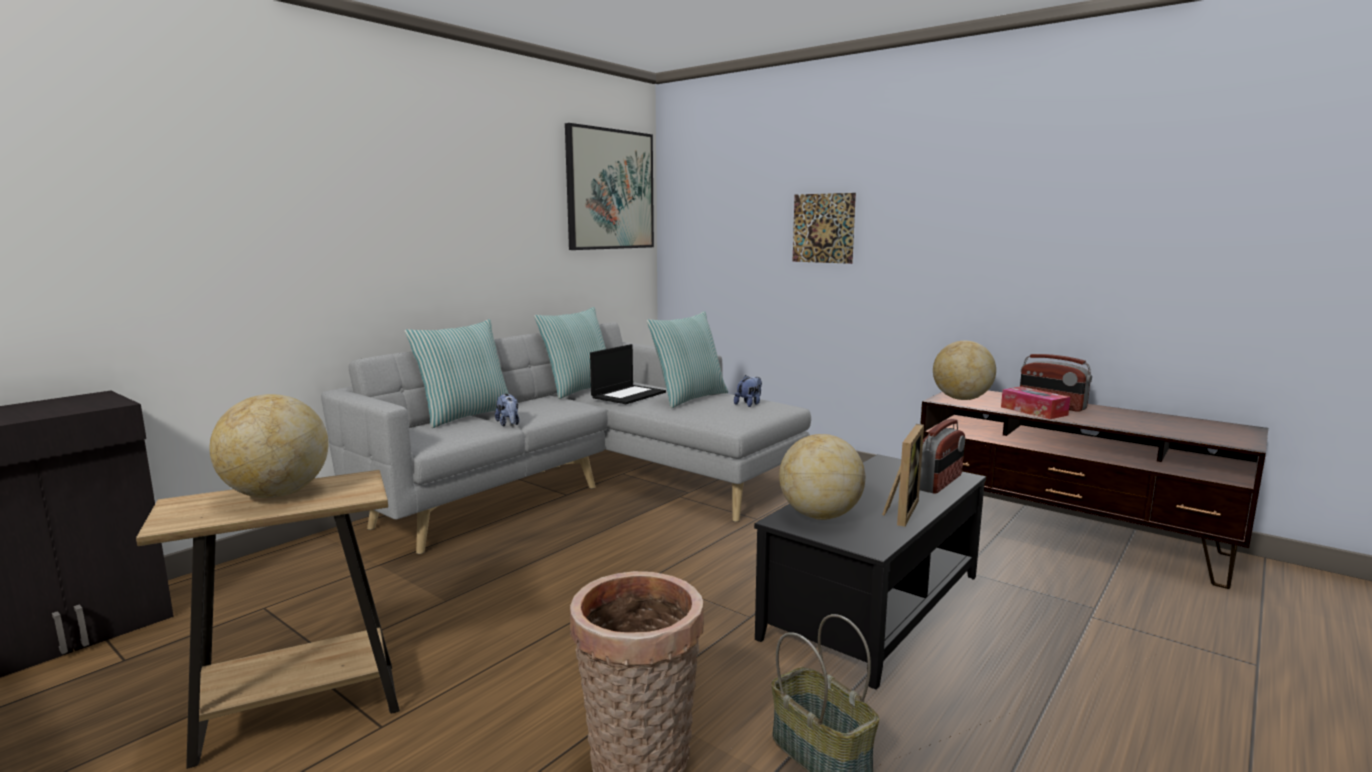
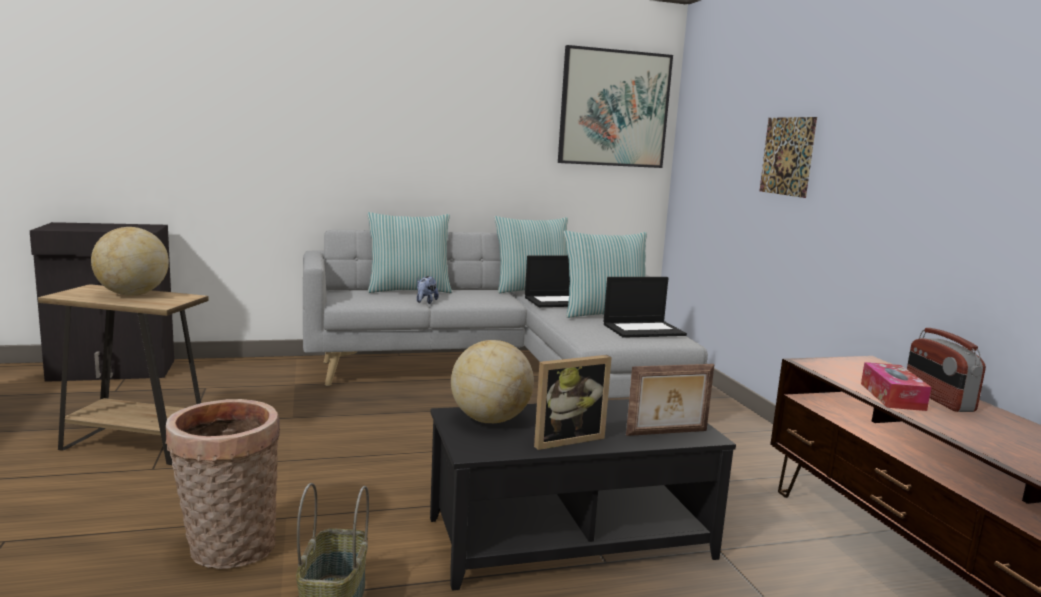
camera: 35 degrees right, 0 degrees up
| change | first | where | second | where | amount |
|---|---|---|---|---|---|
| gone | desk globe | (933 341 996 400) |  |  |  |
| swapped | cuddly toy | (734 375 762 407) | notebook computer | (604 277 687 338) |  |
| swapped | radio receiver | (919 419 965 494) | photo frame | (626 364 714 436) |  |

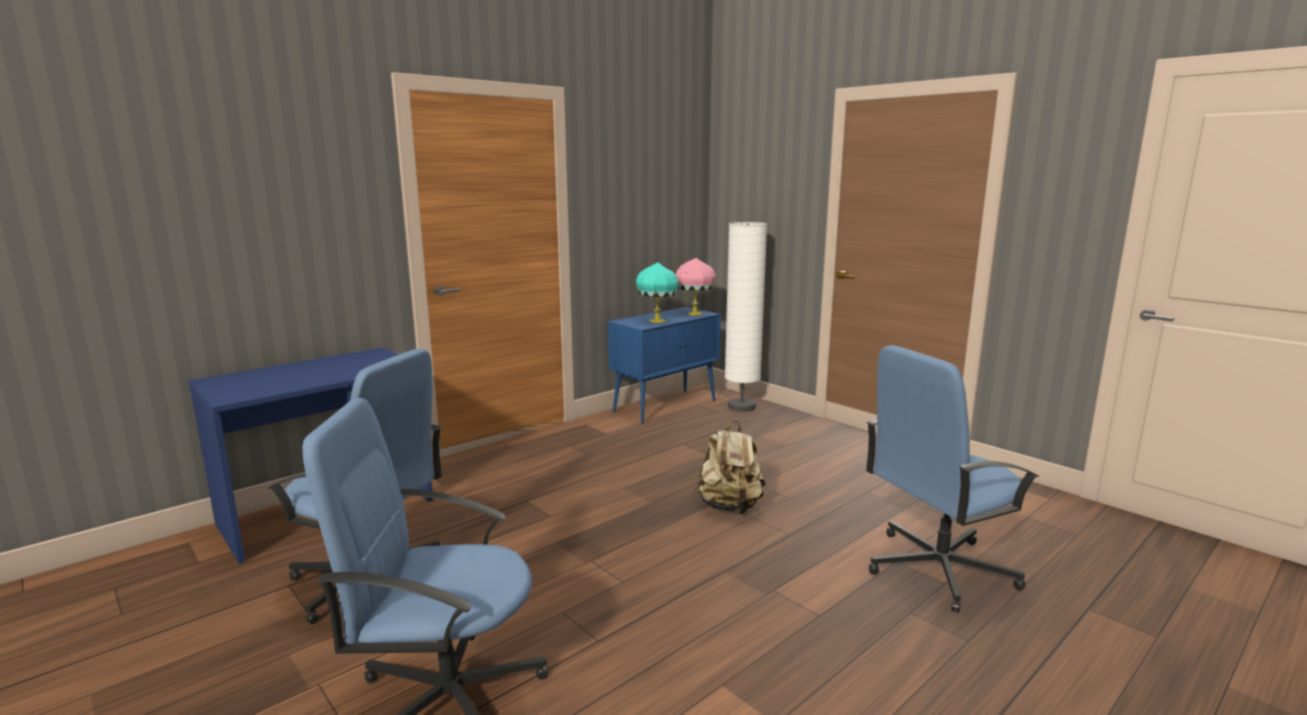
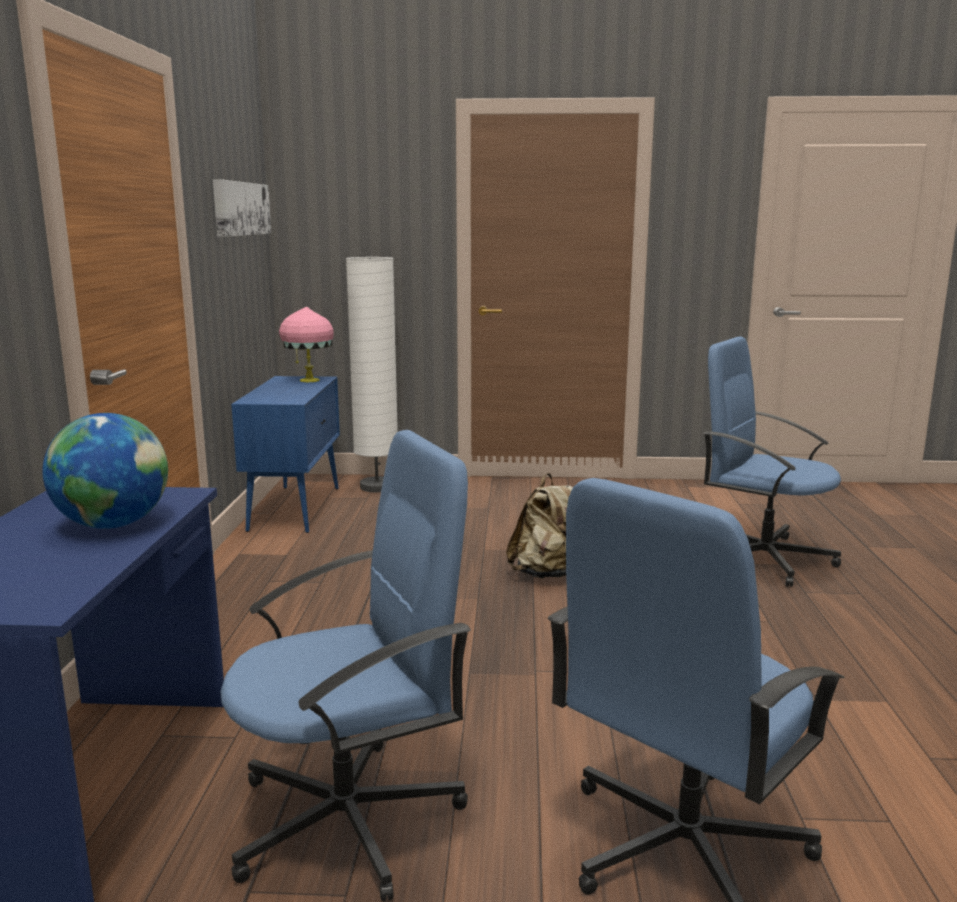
camera: 45 degrees left, 0 degrees up
| change | first | where | second | where | amount |
|---|---|---|---|---|---|
| gone | tabletop lamp in turquoise-coloured | (636 262 678 323) |  |  |  |
| rotated | office chair in blue | (866 345 1039 612) |  | (703 336 841 587) | 105 degrees clockwise |
| new |  |  | picture | (213 179 271 237) |  |
| new |  |  | desk globe | (43 413 168 529) |  |

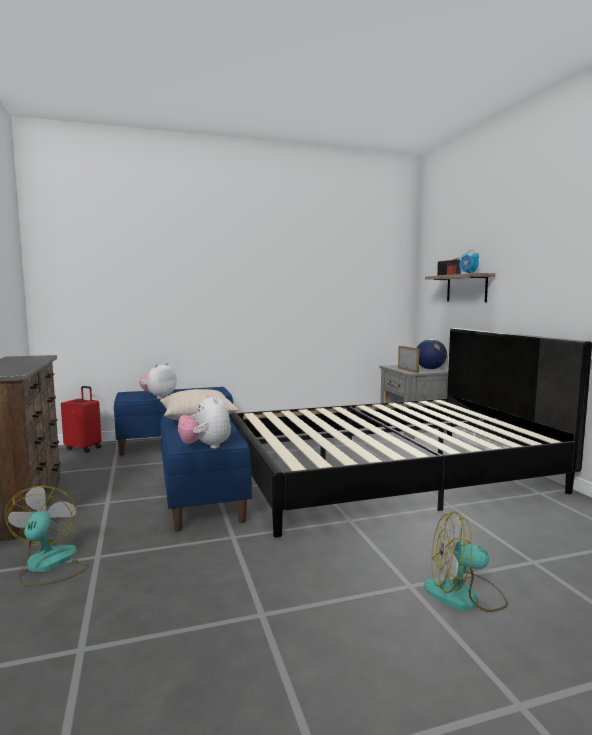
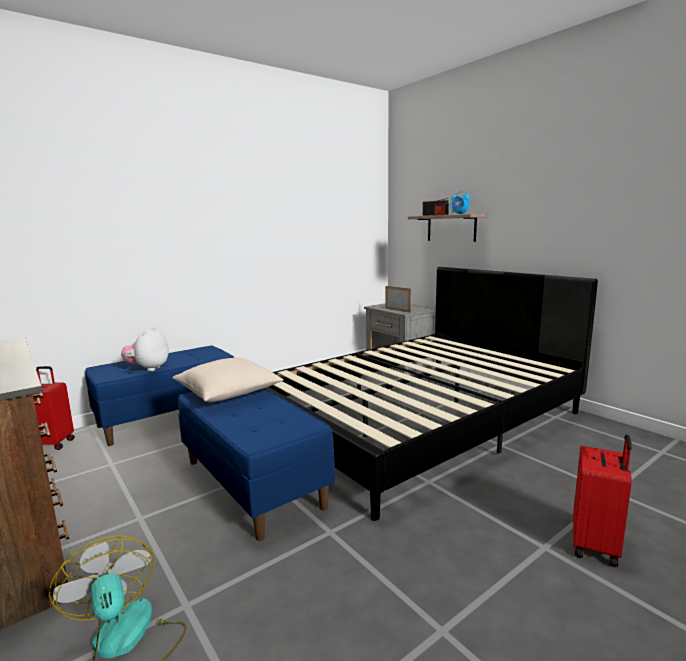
camera: 20 degrees left, 5 degrees up
| change | first | where | second | where | amount |
|---|---|---|---|---|---|
| gone | desk globe | (417 339 447 370) |  |  |  |
| gone | cuddly toy | (178 394 231 449) |  |  |  |
| swapped | electric fan | (424 511 508 612) | suitcase in red-coloured | (573 435 632 567) |  |

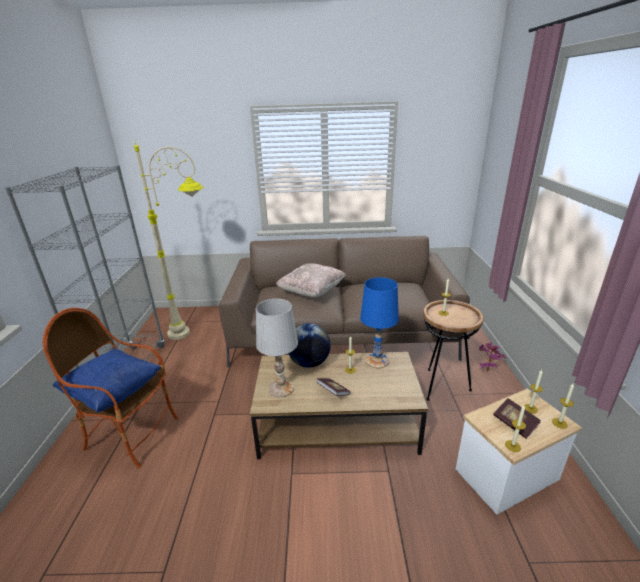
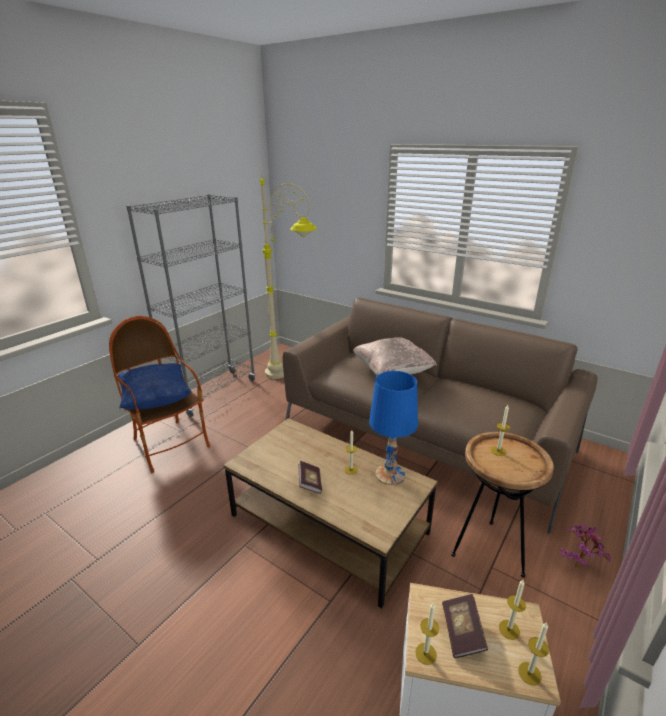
camera: 35 degrees right, 0 degrees up
| change | first | where | second | where | amount |
|---|---|---|---|---|---|
| gone | tabletop lamp in white-coloured | (256 299 298 397) |  |  |  |
| gone | desk globe | (288 323 331 368) |  |  |  |

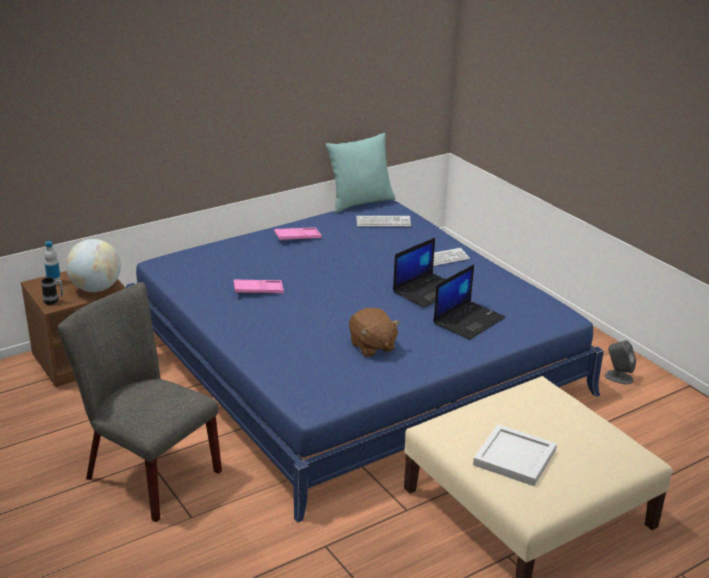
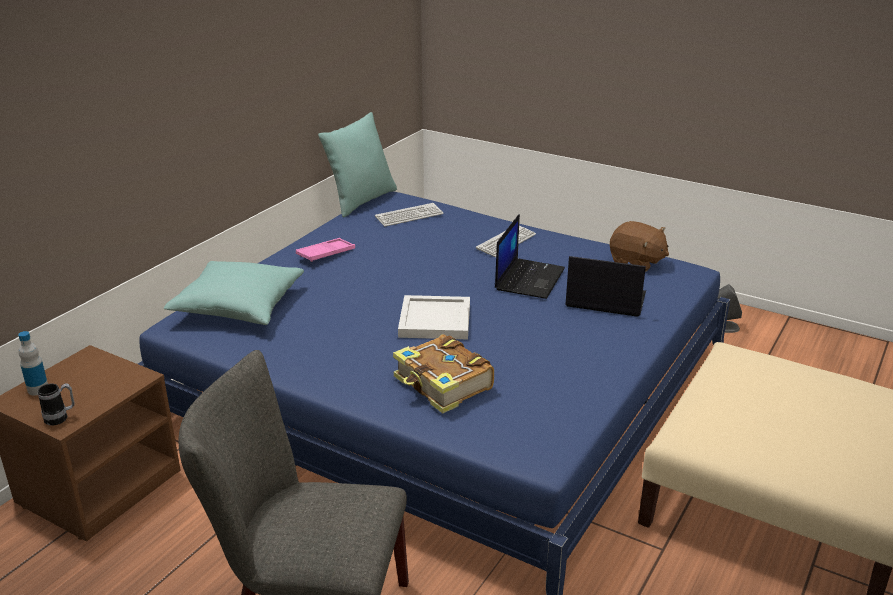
camera: 25 degrees left, 0 degrees up
| change | first | where | second | where | amount |
|---|---|---|---|---|---|
| gone | desk globe | (66 239 121 292) |  |  |  |
| rotated | notebook computer | (433 264 505 340) |  | (565 256 646 317) | 90 degrees counterclockwise |
| gone | carrying tray in pink-coloured | (234 279 284 293) |  |  |  |
| shifted | cuddly toy in brownish | (349 308 400 357) |  | (610 221 669 272) |  |
| shifted | carrying tray in white-coloured | (473 424 557 486) |  | (398 295 470 340) |  |
| new |  |  | throw pillow in turquoise-coloured | (164 261 304 325) |  |
| new |  |  | volume | (393 334 494 414) |  |

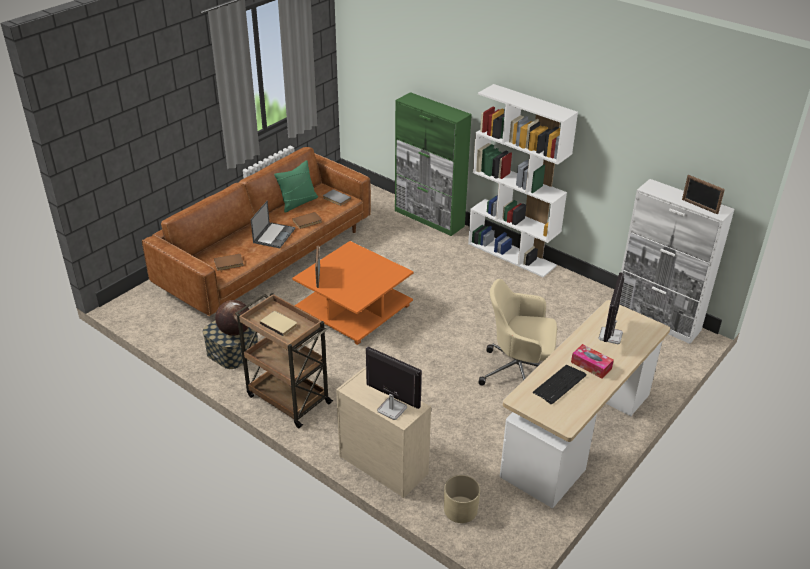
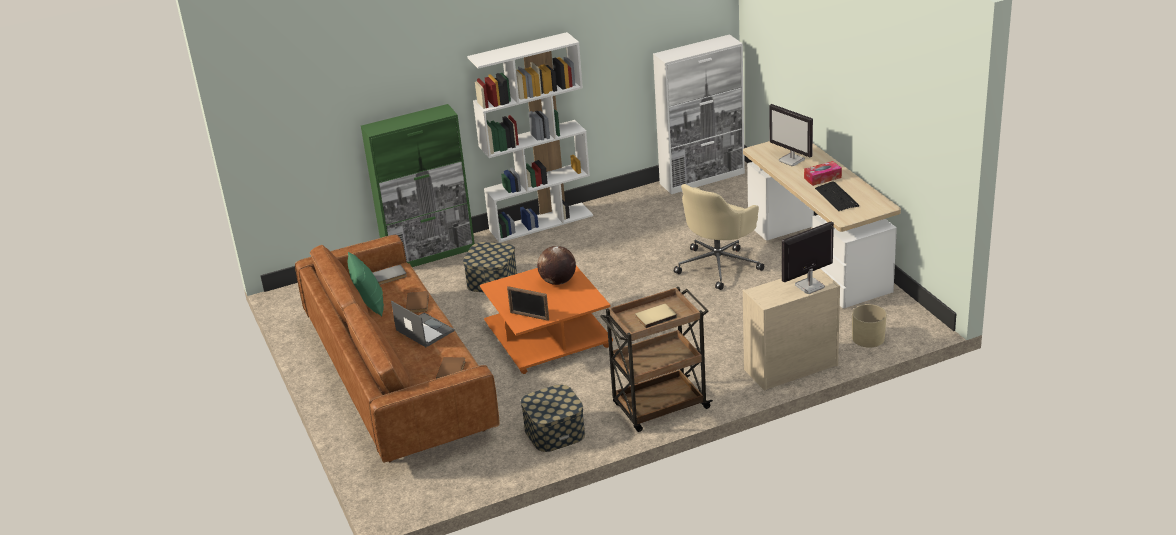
camera: 60 degrees left, 5 degrees down
| change | first | where | second | where | amount |
|---|---|---|---|---|---|
| gone | photo frame | (682 175 725 215) |  |  |  |
| shifted | desk globe | (215 300 249 336) |  | (537 246 576 285) |  |
| new |  |  | storage container | (463 242 517 292) |  |

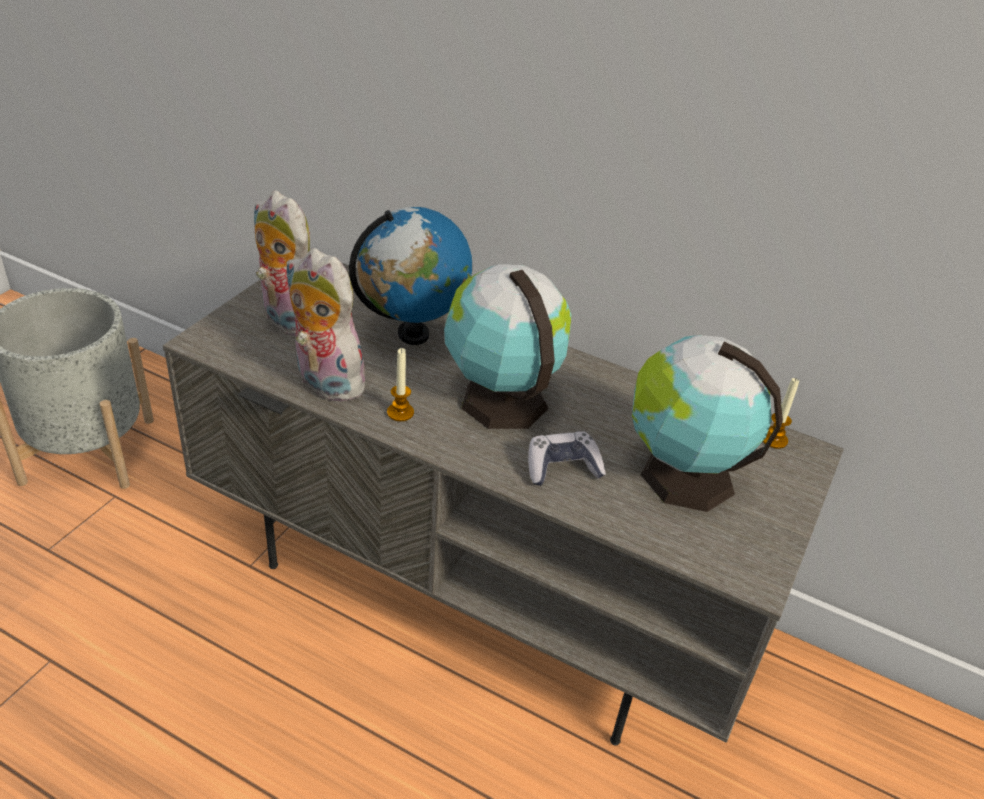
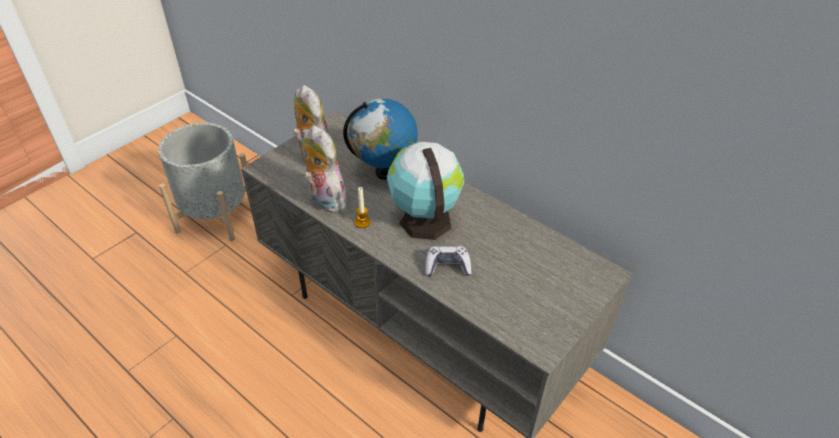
camera: 15 degrees right, 5 degrees up
| change | first | where | second | where | amount |
|---|---|---|---|---|---|
| gone | desk globe | (632 335 783 512) |  |  |  |
| gone | candle | (763 378 799 449) |  |  |  |

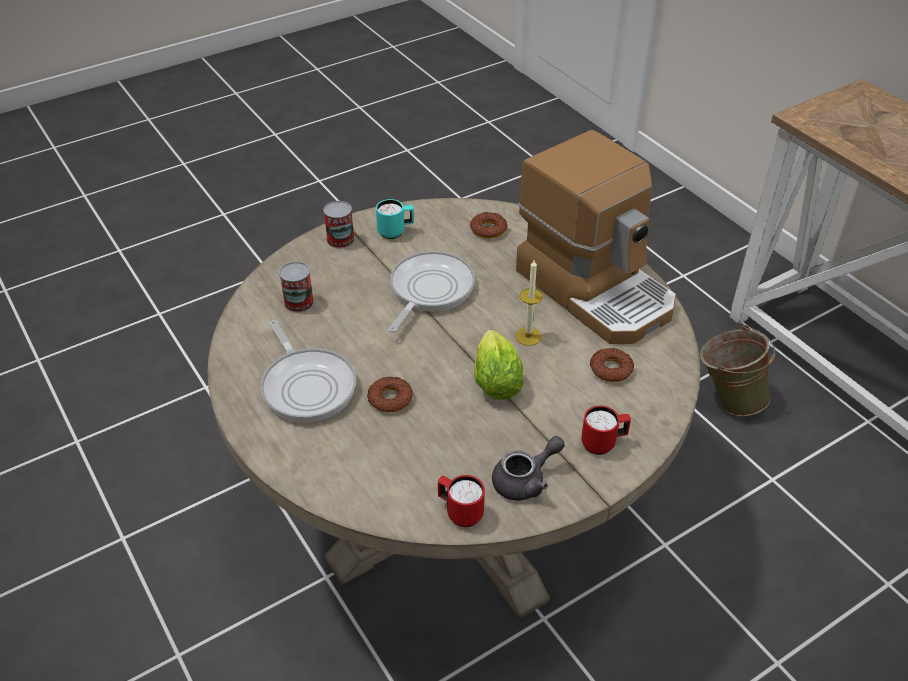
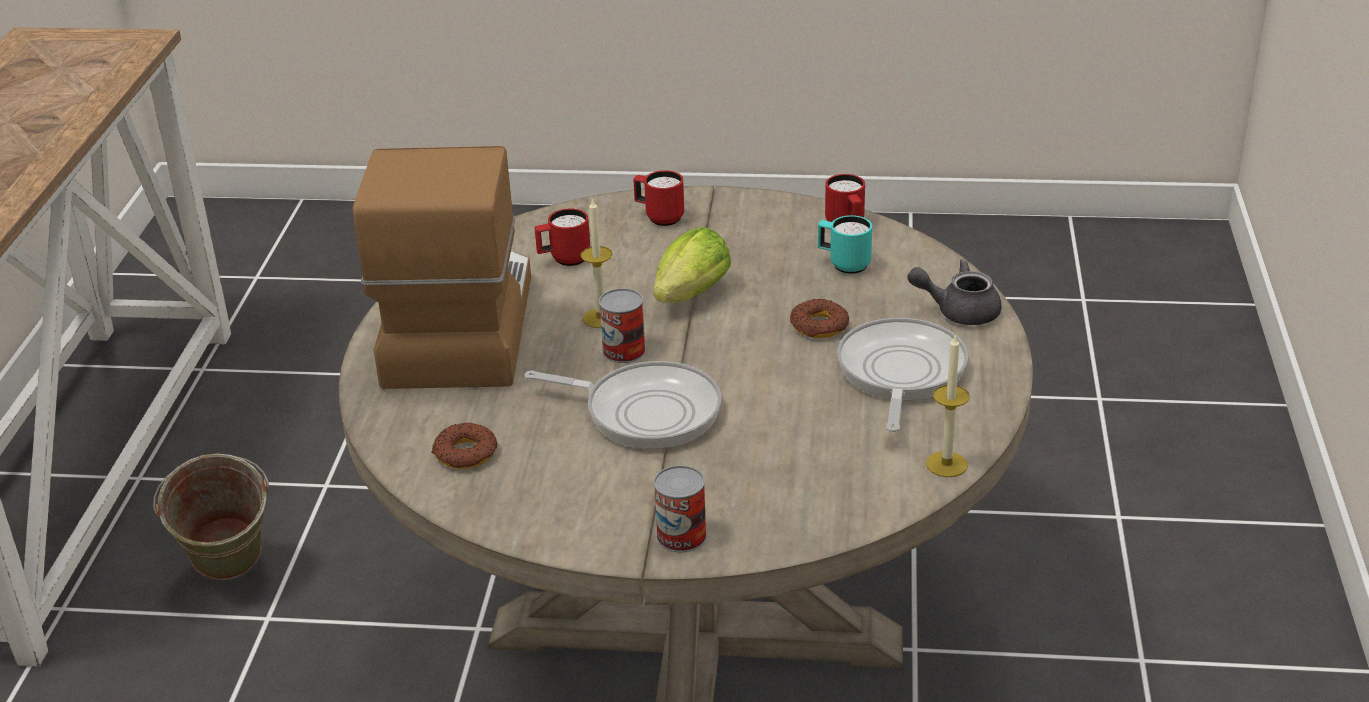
camera: 140 degrees left, 10 degrees down
| change | first | where | second | where | amount |
|---|---|---|---|---|---|
| shifted | tea mug in turquoise-coloured | (376 199 414 239) |  | (818 215 872 274) |  |
| rotated | pan | (388 251 475 332) |  | (525 361 721 449) | 135 degrees counterclockwise |
| shifted | sealed can | (279 262 314 313) |  | (599 288 646 363) |  |
| swapped | ring doughnut | (590 348 634 382) | tea mug in red-coloured | (535 208 590 266) |  |
| shifted | tea pot in gray | (492 436 565 501) |  | (907 259 1002 325) |  |
| new |  |  | candle | (926 334 970 477) |  |

